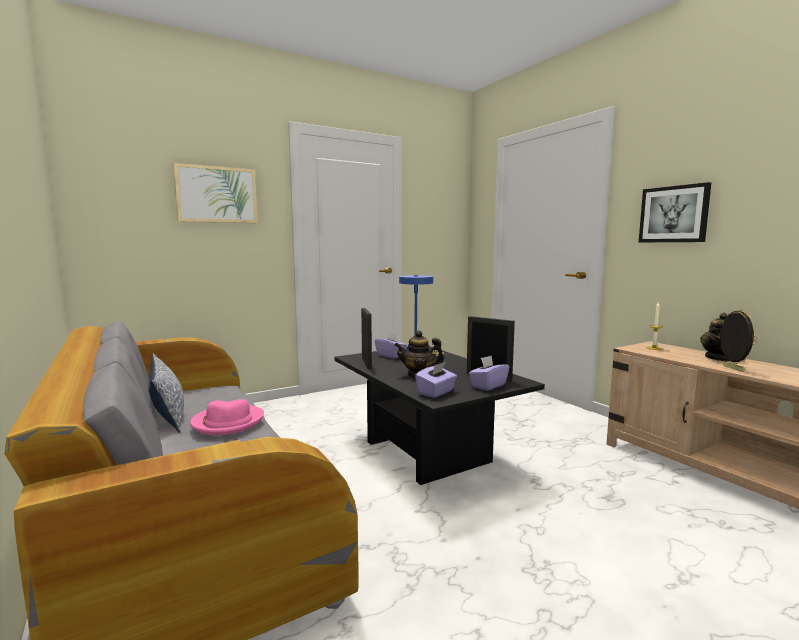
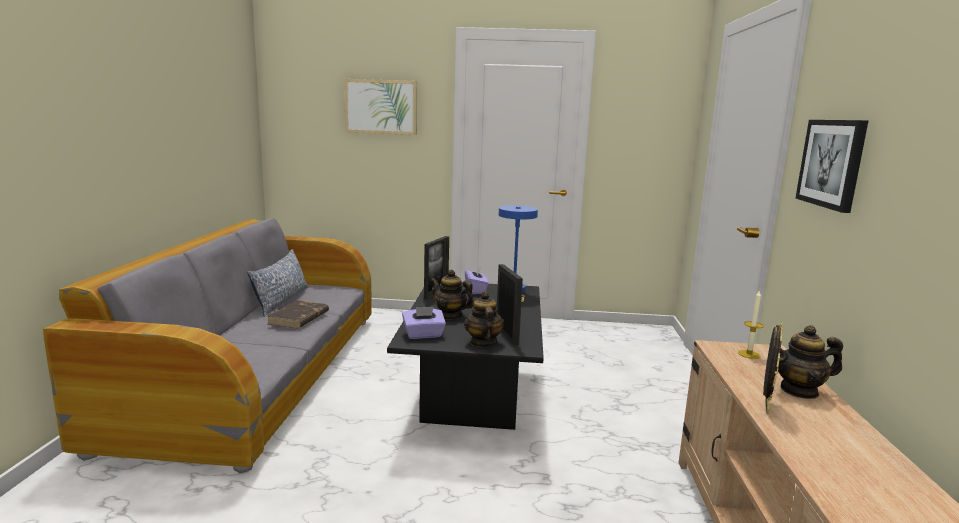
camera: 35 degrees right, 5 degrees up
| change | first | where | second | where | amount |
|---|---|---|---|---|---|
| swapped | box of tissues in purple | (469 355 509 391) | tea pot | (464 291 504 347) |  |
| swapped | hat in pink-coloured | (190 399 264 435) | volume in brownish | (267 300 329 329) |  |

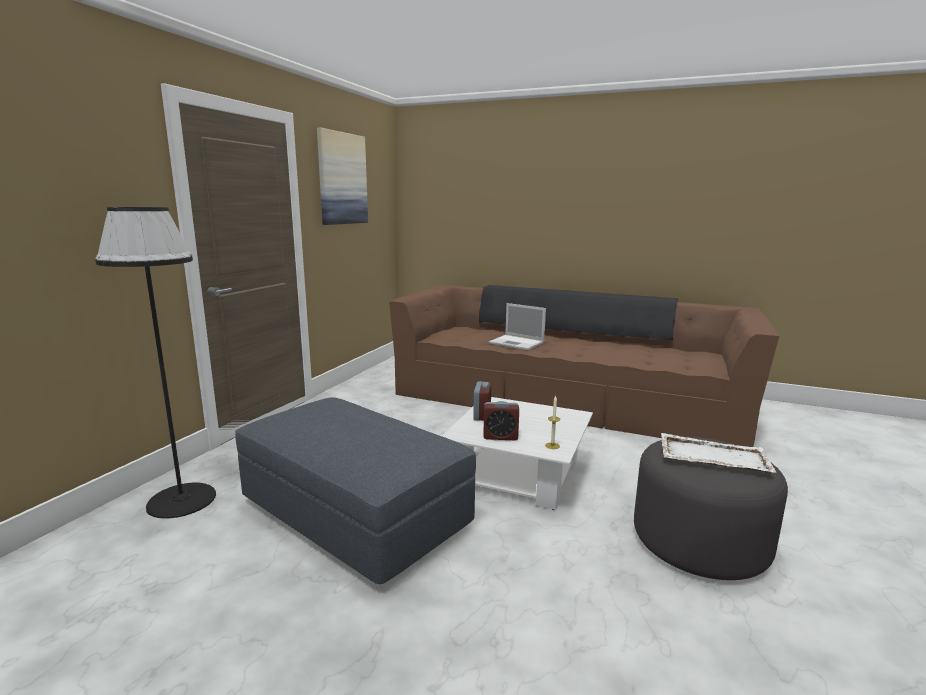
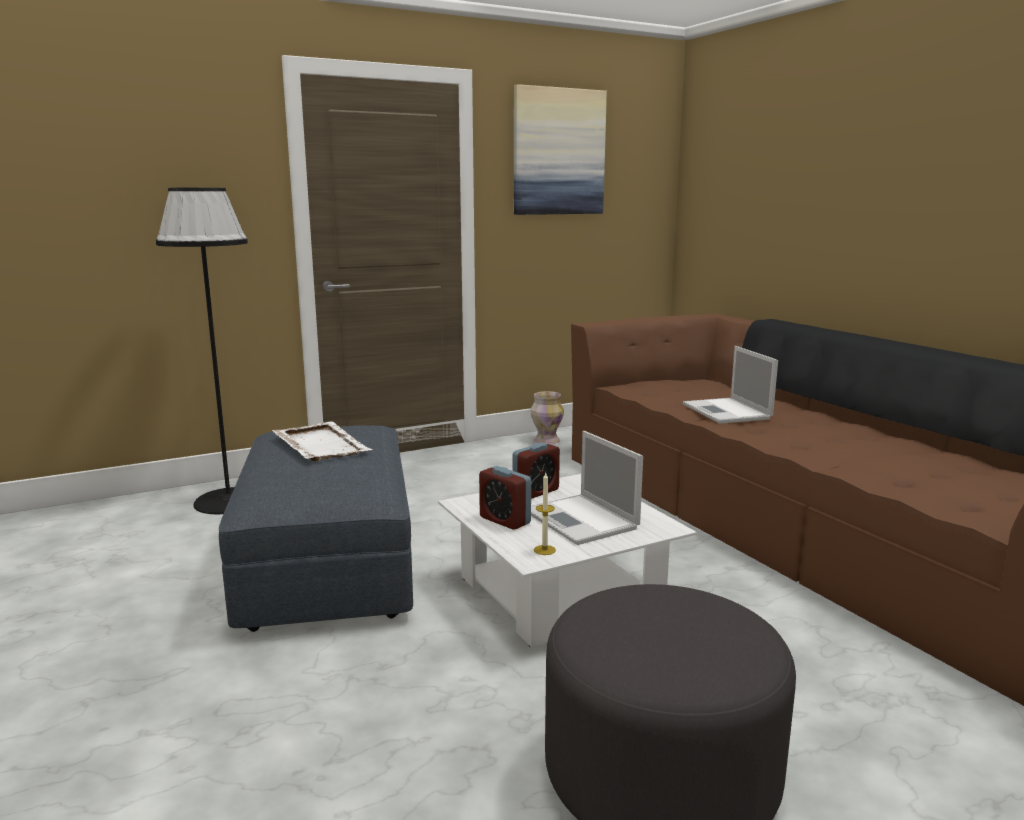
camera: 40 degrees right, 0 degrees up
| change | first | where | second | where | amount |
|---|---|---|---|---|---|
| shifted | carrying tray in white-coloured | (661 433 777 473) |  | (272 422 373 461) |  |
| new |  |  | vase | (530 391 564 445) |  |
| new |  |  | notebook computer | (531 431 643 545) |  |

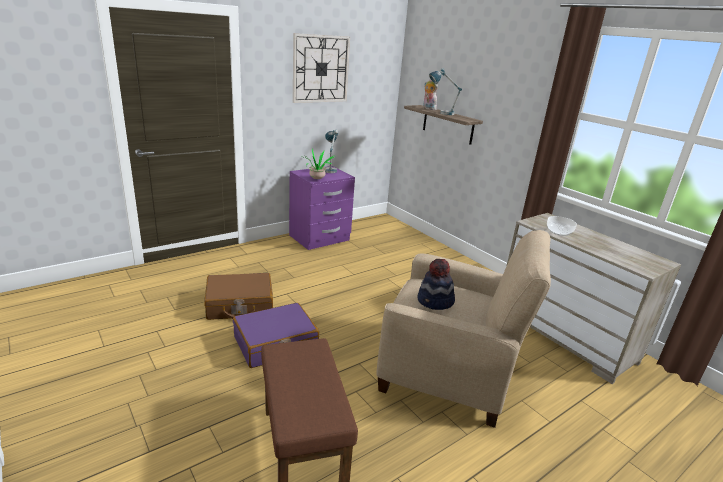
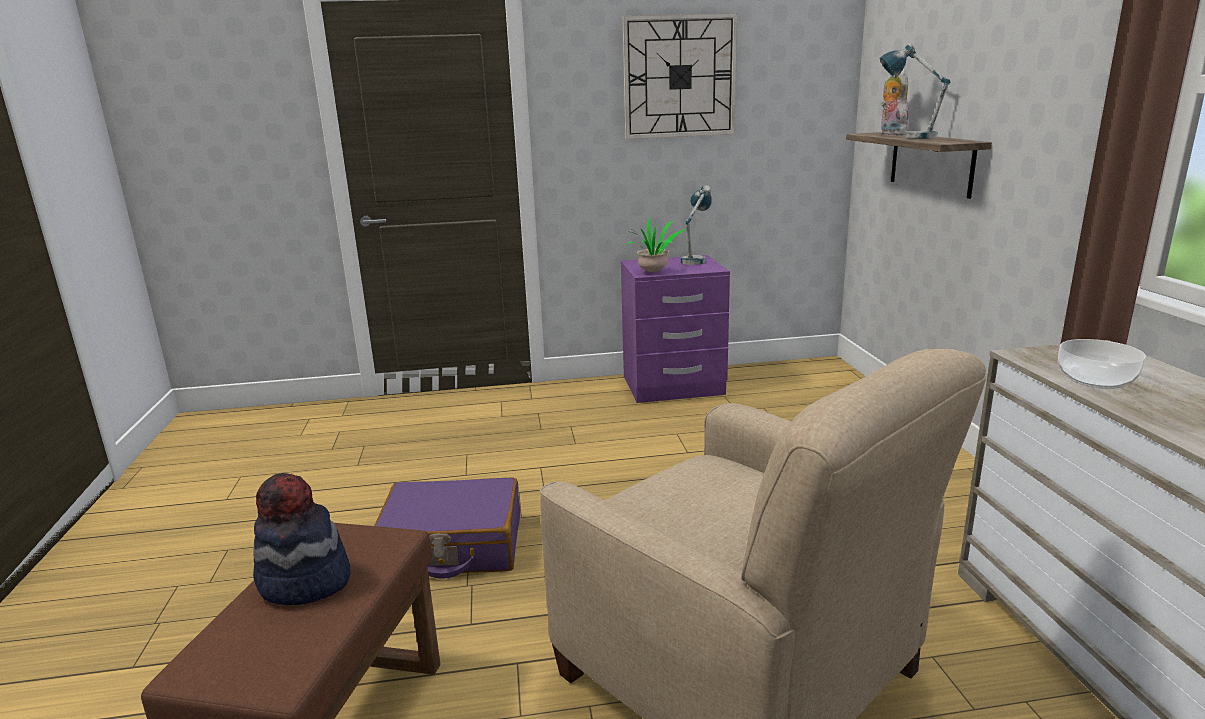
camera: 30 degrees right, 5 degrees down
| change | first | where | second | where | amount |
|---|---|---|---|---|---|
| shifted | hat | (417 259 455 310) |  | (253 473 350 605) |  |
| gone | suitcase in brownish | (204 273 273 320) |  |  |  |

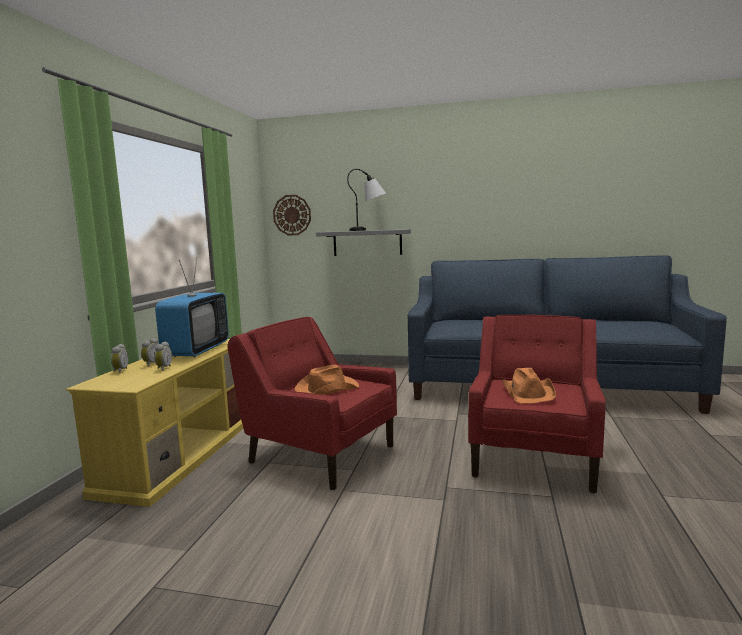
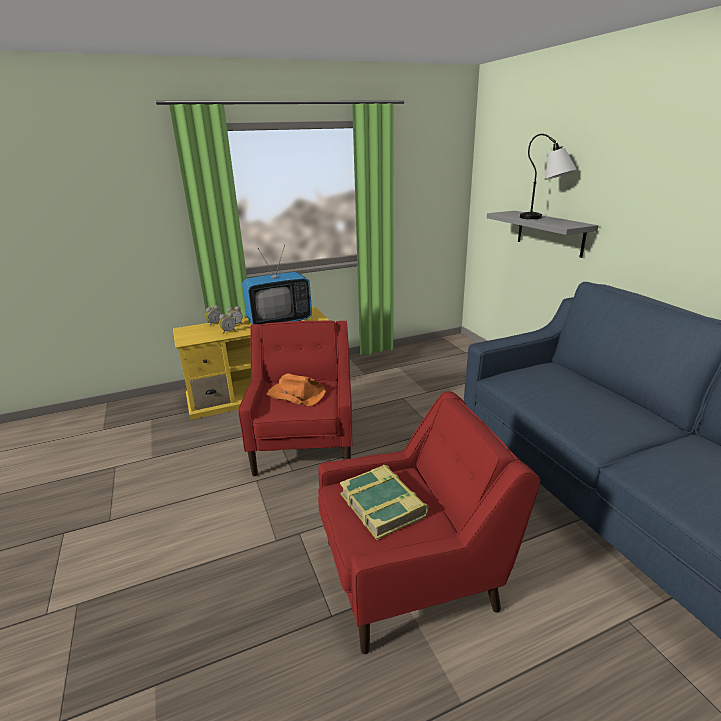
camera: 55 degrees right, 15 degrees up
| change | first | where | second | where | amount |
|---|---|---|---|---|---|
| gone | wall clock | (273 195 311 236) |  |  |  |
| swapped | hat in orangey | (502 368 556 404) | volume | (340 465 429 540) |  |

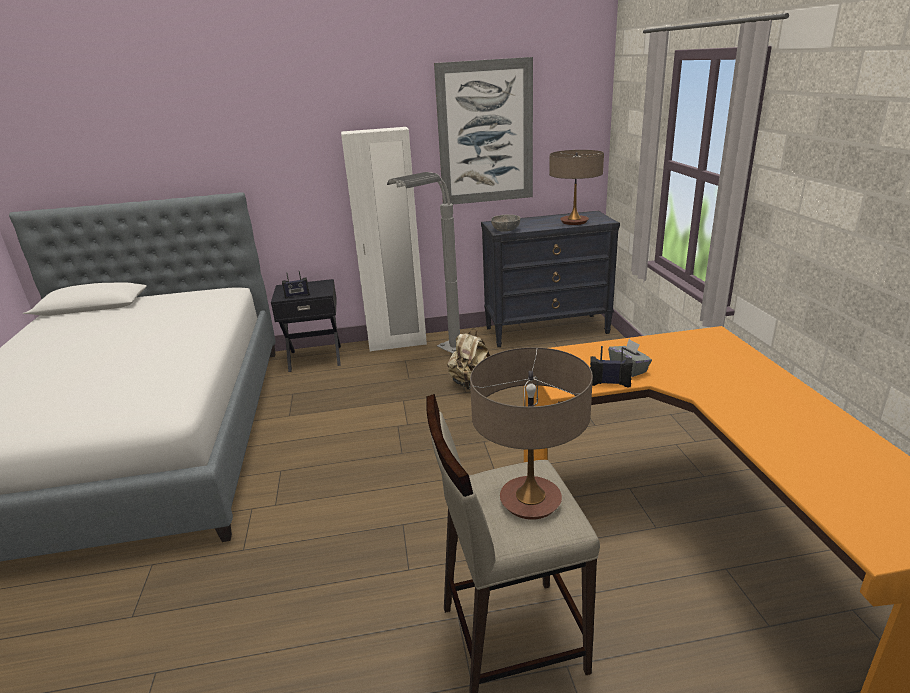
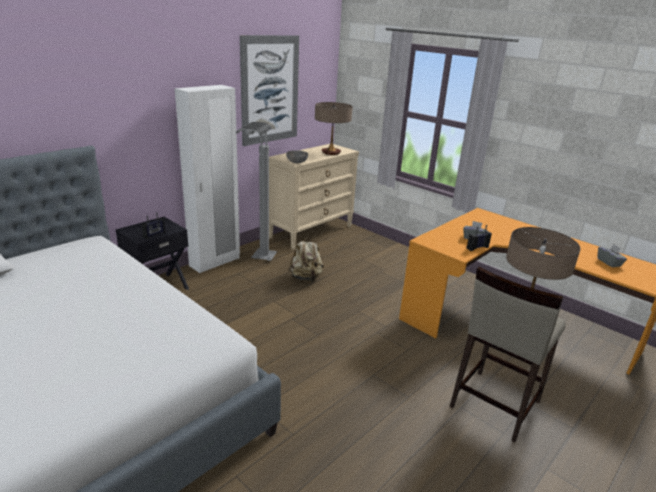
camera: 40 degrees left, 0 degrees up
| change | first | where | second | where | amount |
|---|---|---|---|---|---|
| repainted | chest of drawers in blackish | (481 211 620 347) | chest of drawers in beige-coloured | (269 144 359 250) |  |
| new |  |  | box of tissues in gray | (598 244 627 267) |  |

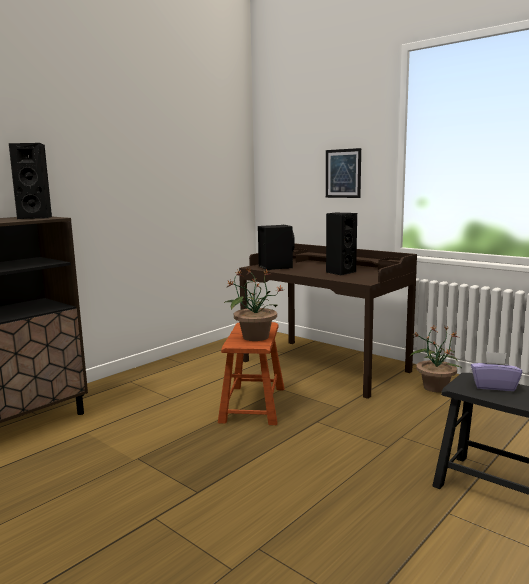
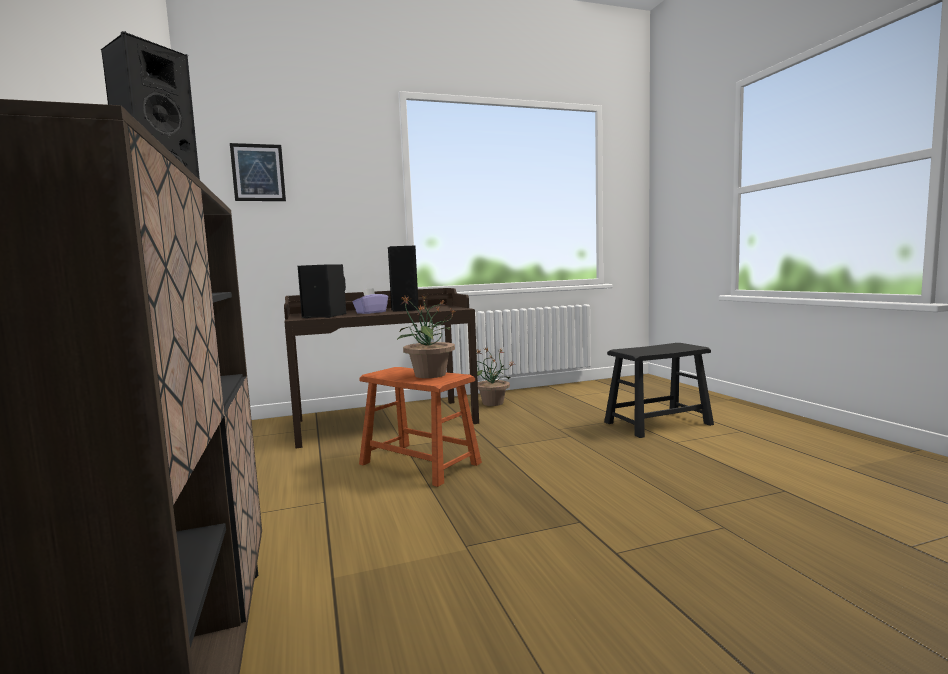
camera: 60 degrees left, 5 degrees down
| change | first | where | second | where | amount |
|---|---|---|---|---|---|
| shifted | picture | (326 148 361 198) |  | (230 143 286 201) |  |
| shifted | box of tissues in purple | (471 352 522 391) |  | (353 288 388 314) |  |

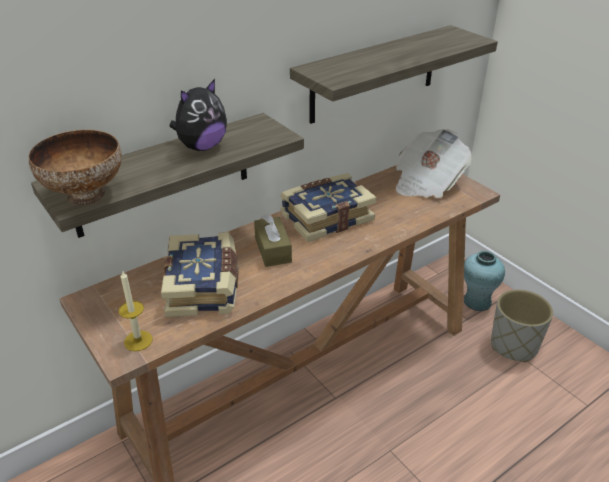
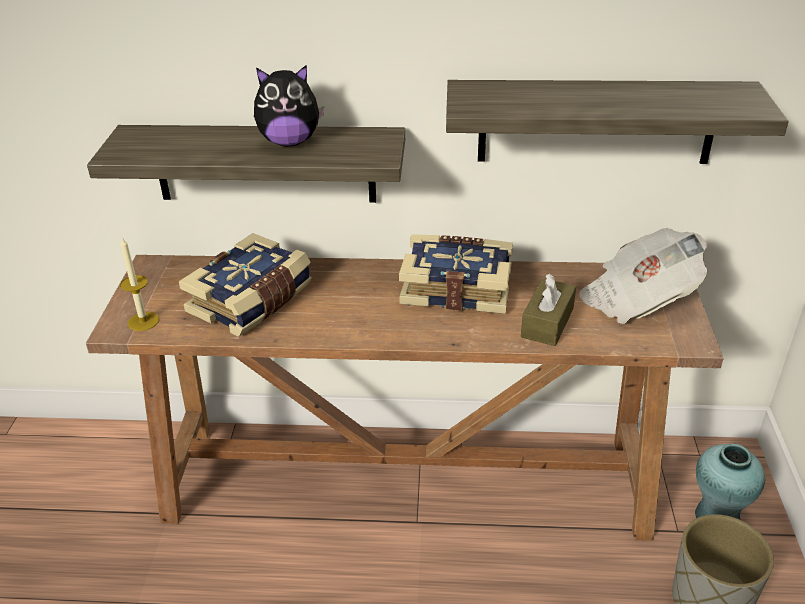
camera: 40 degrees right, 0 degrees up
| change | first | where | second | where | amount |
|---|---|---|---|---|---|
| gone | bowl | (29 129 122 205) |  |  |  |
| shifted | box of tissues in brownish | (254 214 292 267) |  | (521 274 576 346) |  |

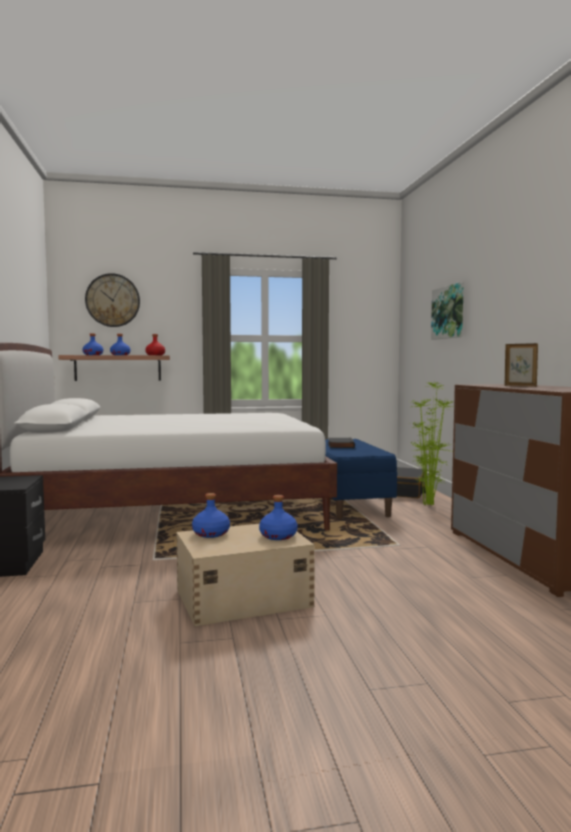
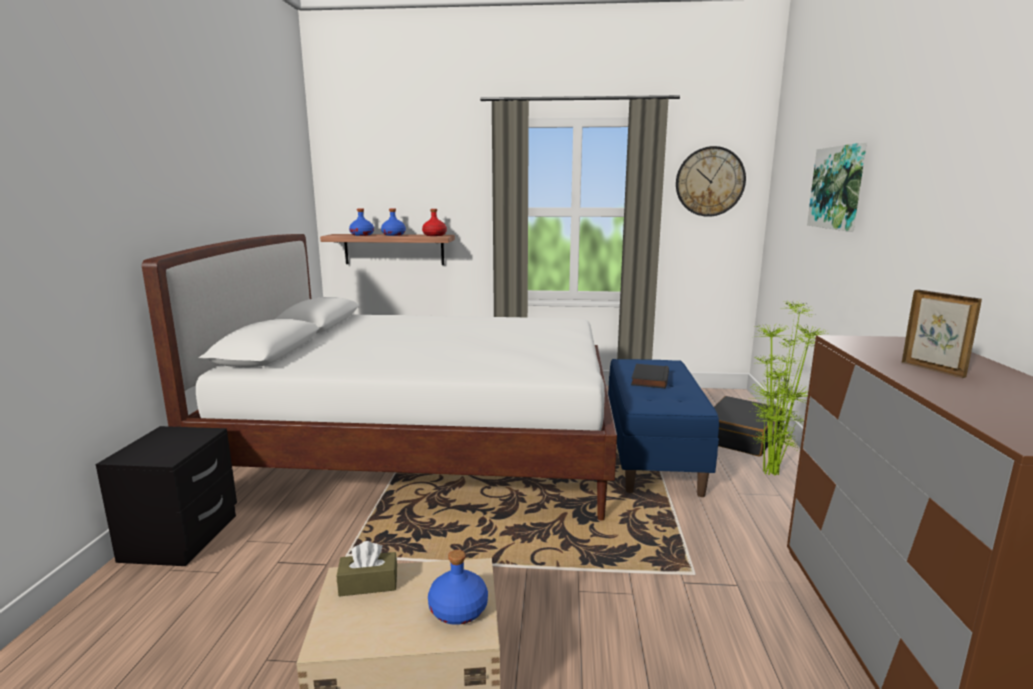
camera: 15 degrees right, 10 degrees up
| change | first | where | second | where | amount |
|---|---|---|---|---|---|
| shifted | wall clock | (85 273 140 327) |  | (676 146 746 217) |  |
| swapped | drink bottle in blue | (192 493 230 538) | box of tissues in brownish | (337 541 397 597) |  |

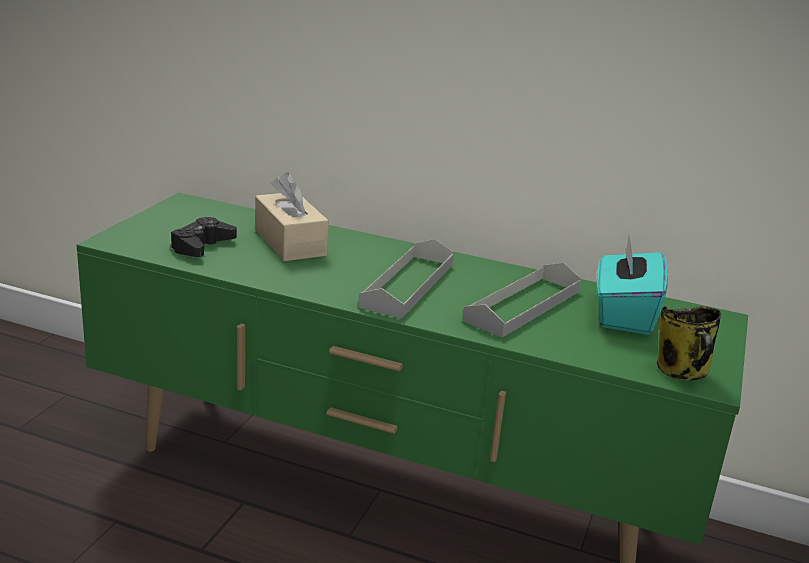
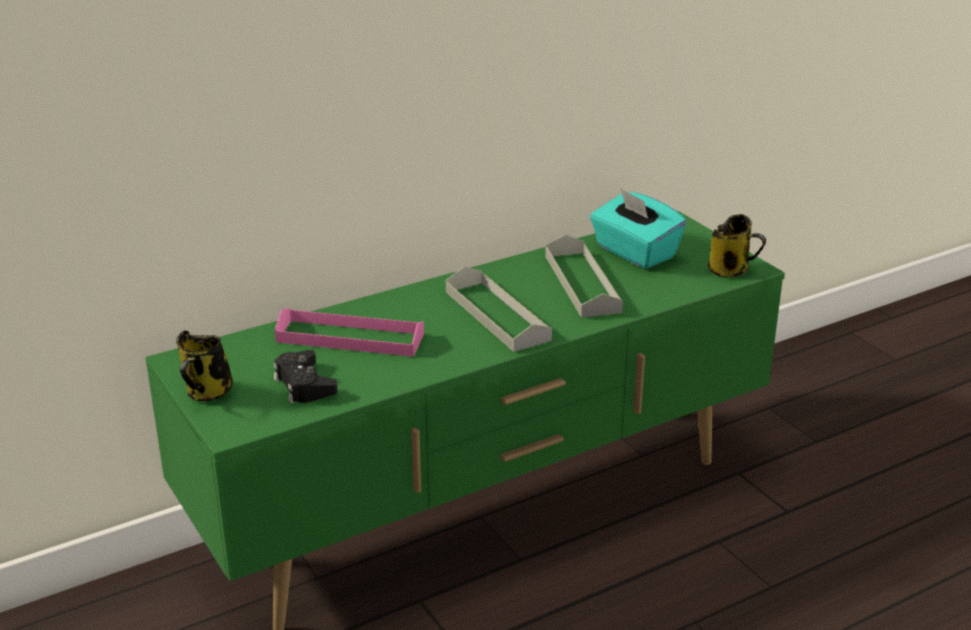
camera: 50 degrees left, 5 degrees up
| change | first | where | second | where | amount |
|---|---|---|---|---|---|
| swapped | box of tissues in beige-coloured | (255 172 329 262) | carrying tray in pink-coloured | (275 308 424 357) |  |
| new |  |  | tea mug | (176 331 233 401) |  |

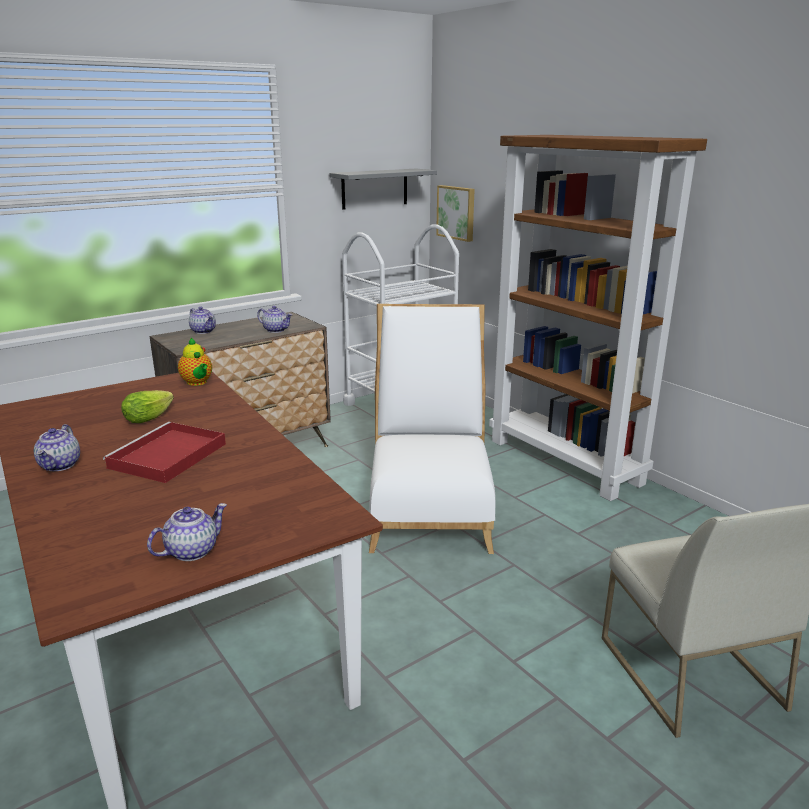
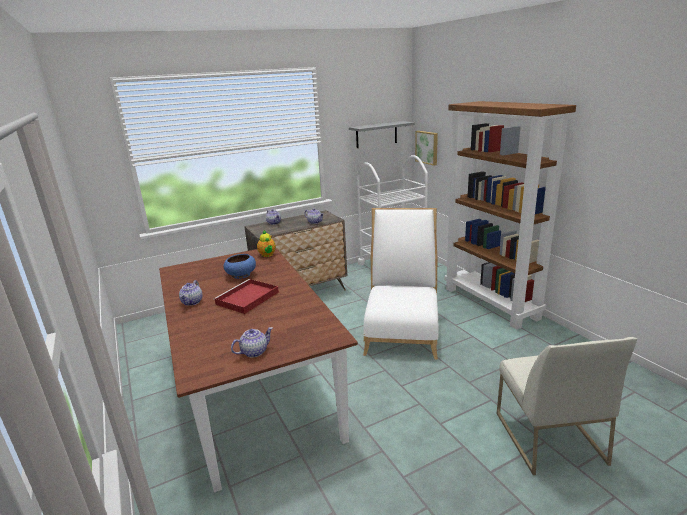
camera: 10 degrees right, 0 degrees up
| change | first | where | second | where | amount |
|---|---|---|---|---|---|
| swapped | lettuce | (121 390 174 423) | bowl in blue | (224 254 256 279) |  |

